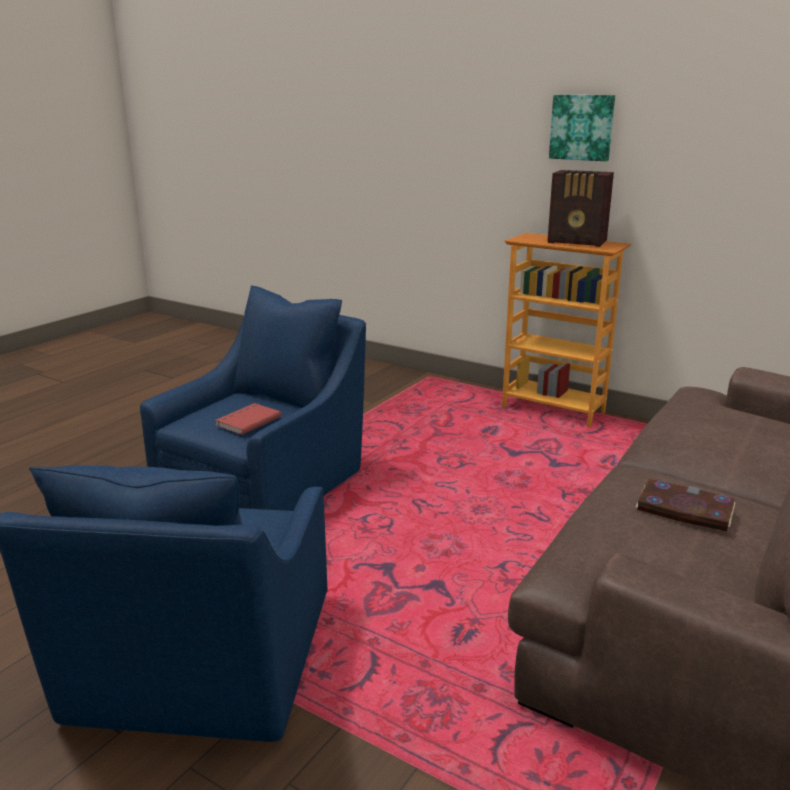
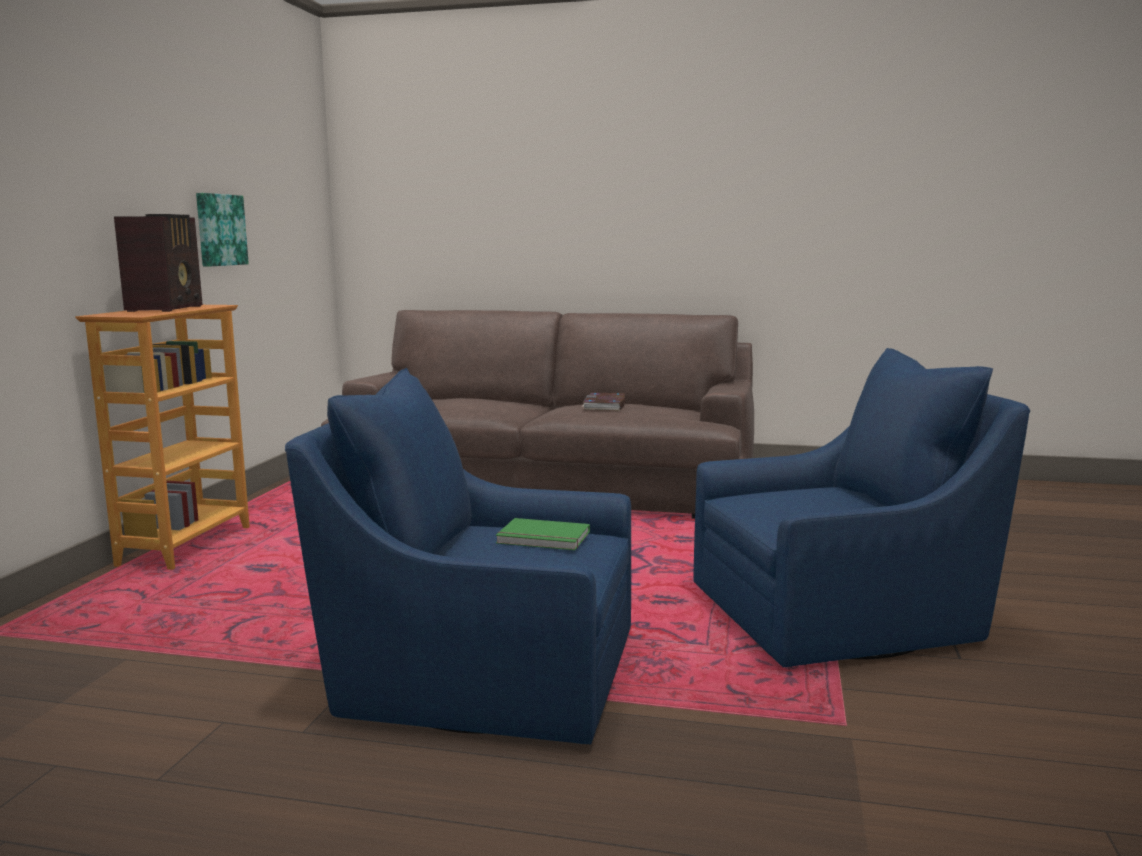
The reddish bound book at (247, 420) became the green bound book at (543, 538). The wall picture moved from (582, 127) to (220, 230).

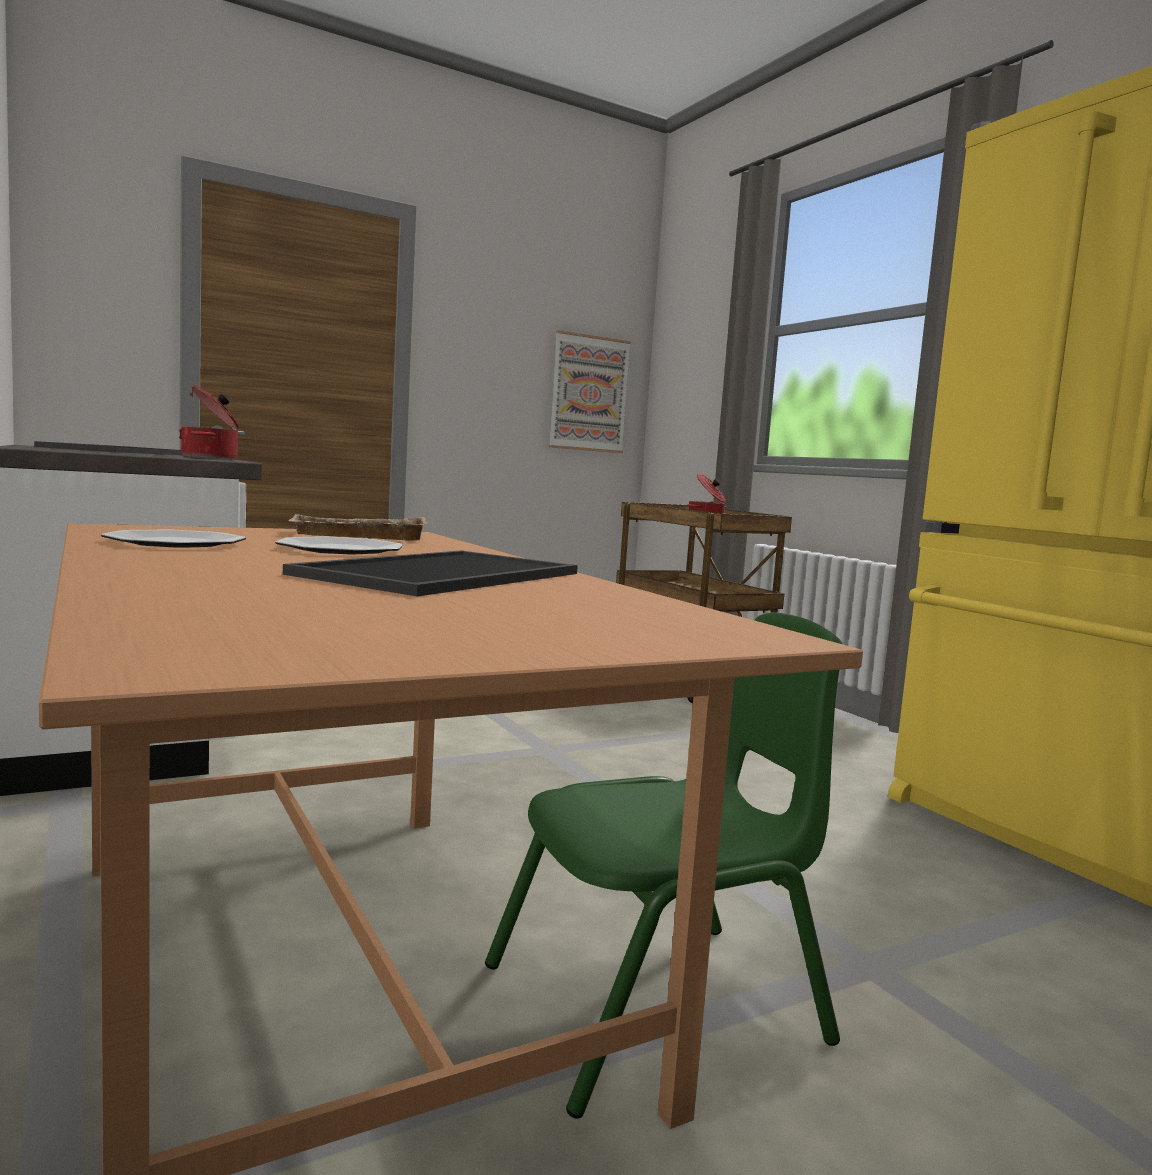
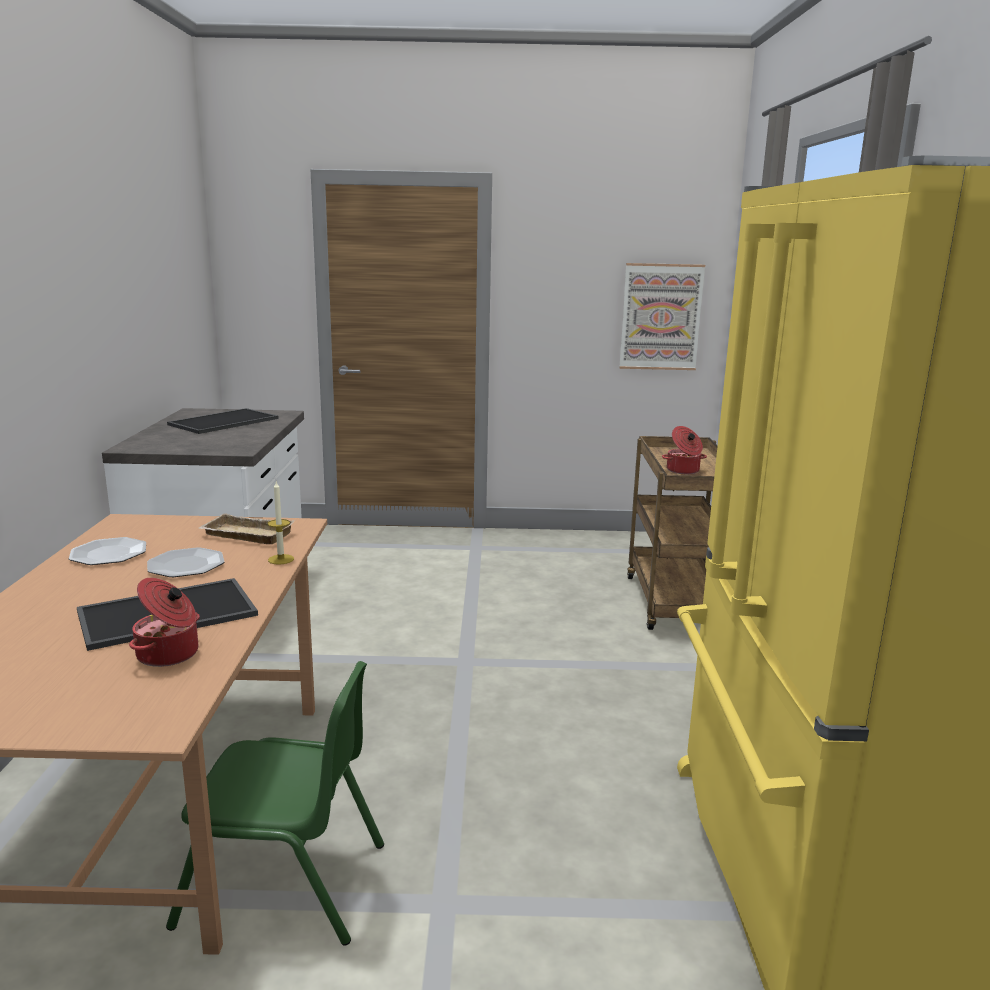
The cooking pot moved from (211, 458) to (169, 654). The candle at (281, 559) appeared.

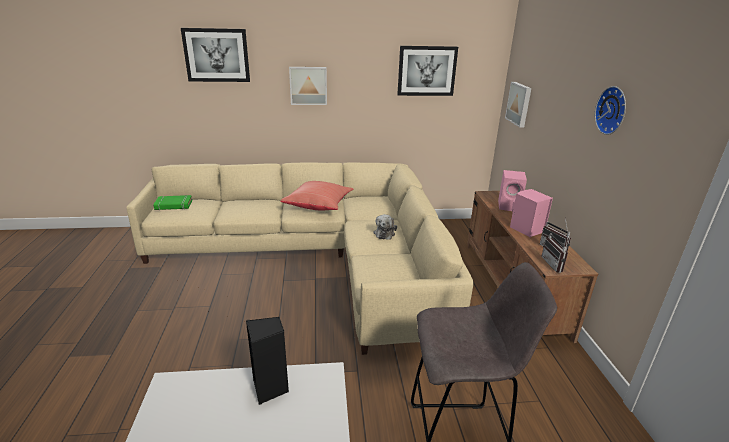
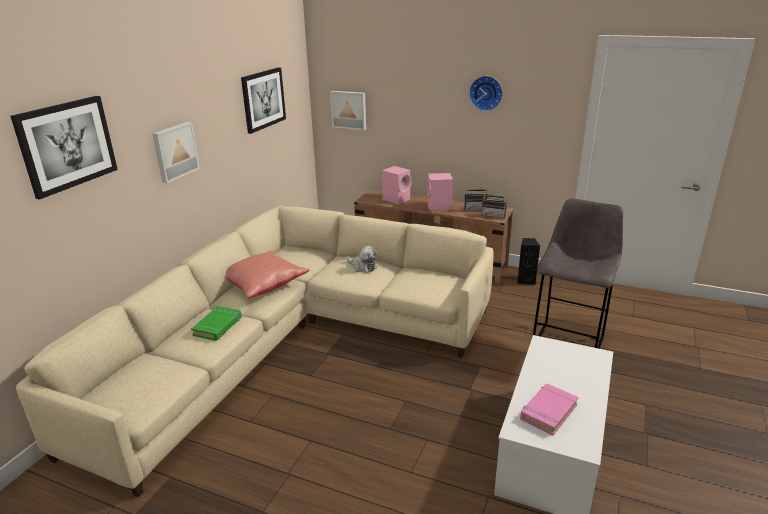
The green bound book moved from (173, 205) to (218, 326). The blackish loudspeaker moved from (271, 388) to (525, 280). The pink bound book at (548, 412) appeared.

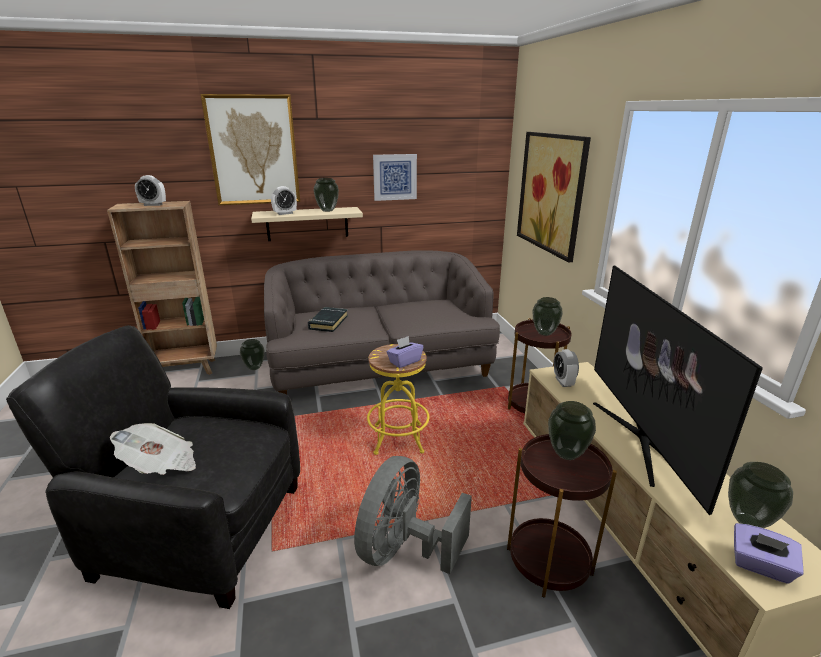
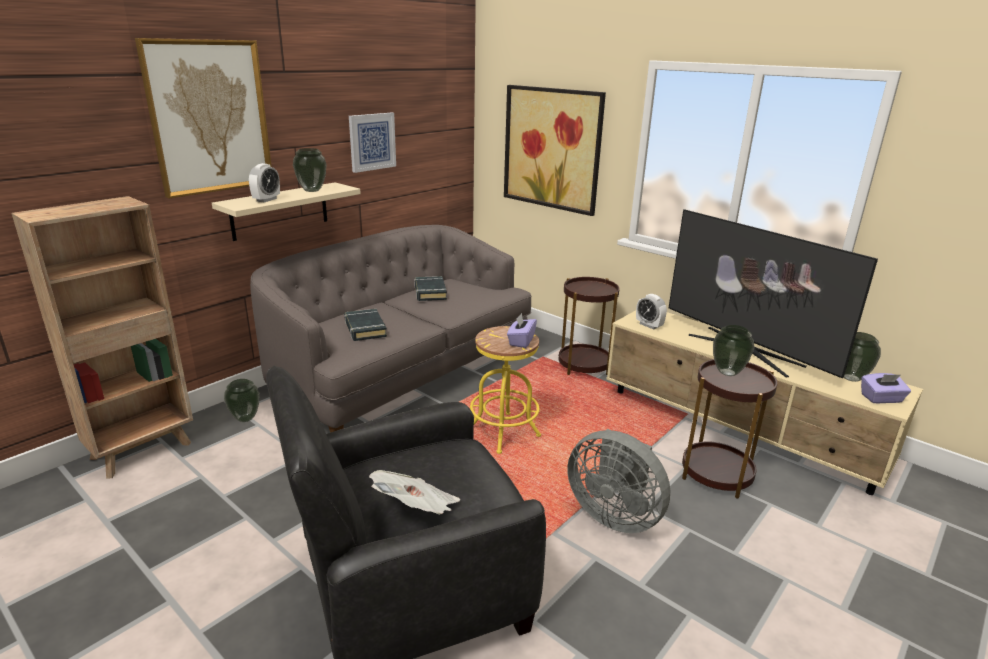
The table clock at (153, 205) disappeared. The greyish electric fan at (404, 549) turned 45 degrees counterclockwise. The decorative vase at (544, 333) disappeared. The blackish bound book at (430, 292) appeared.

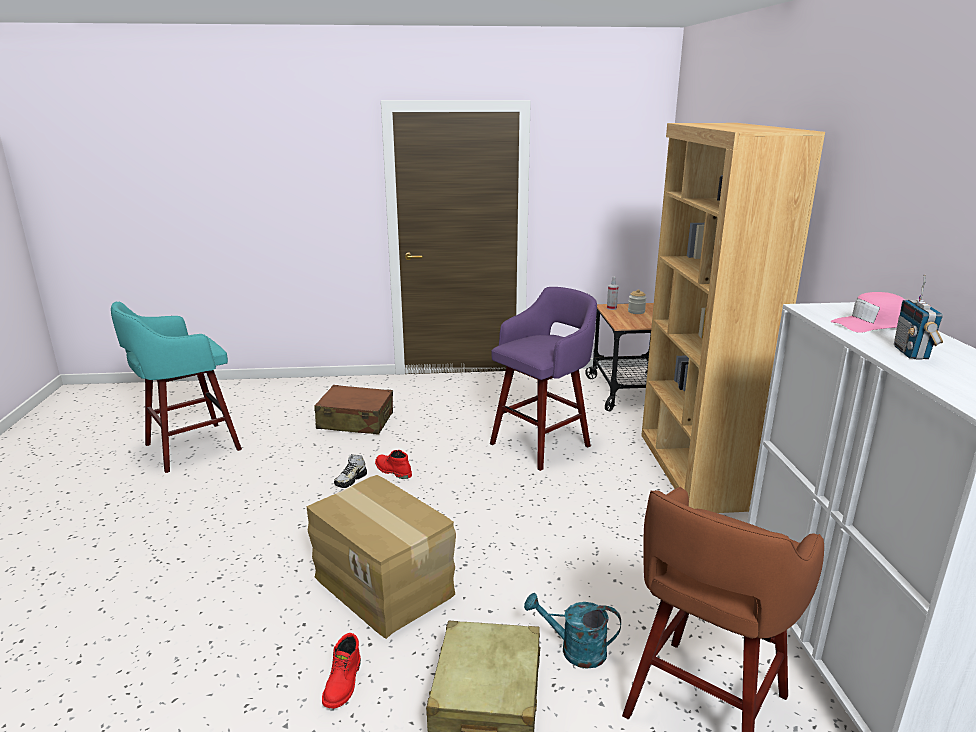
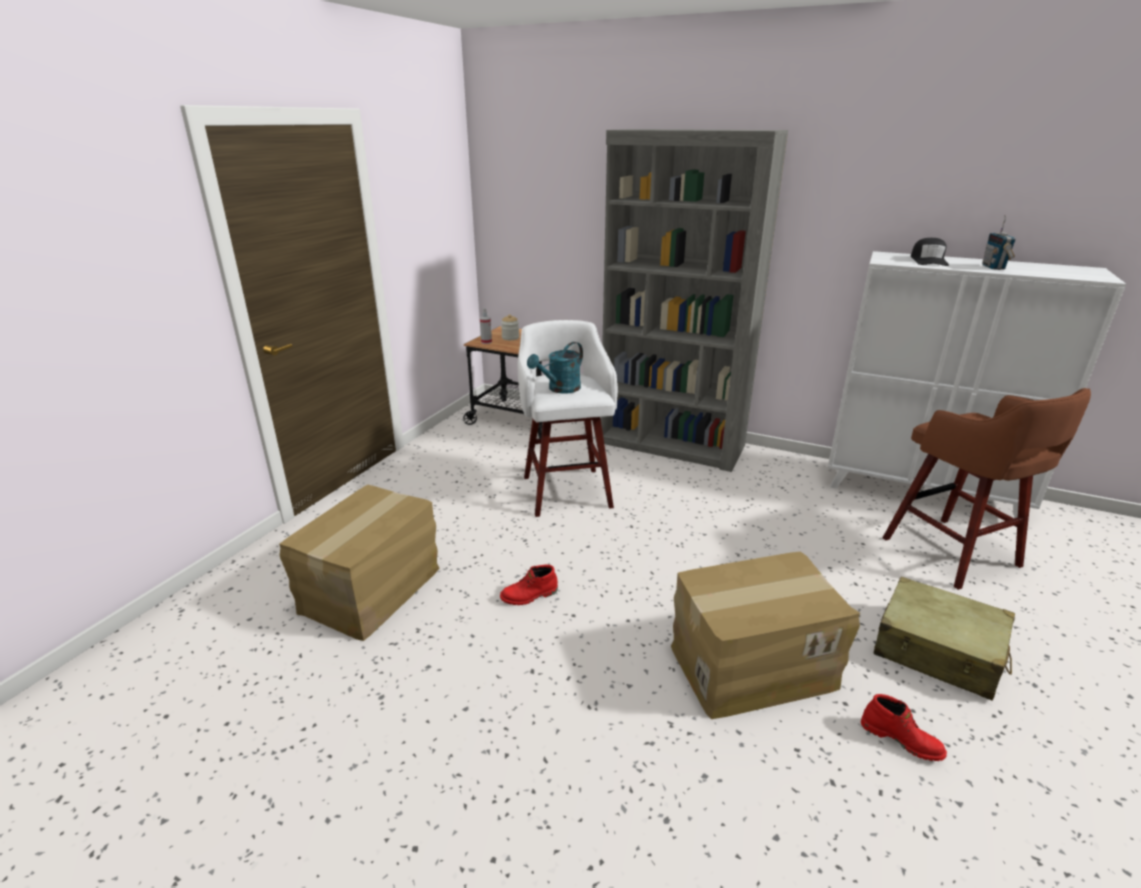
The blue-green stool at (189, 448) disappeared. The brown piece of luggage at (355, 421) was replaced by the cardboard box at (372, 590). The shoe at (351, 480) disappeared. The purplish stool at (542, 444) became the white-coloured stool at (566, 490). The blue-green sprinkling can moved from (575, 650) to (560, 389). The brown bookshelf at (693, 470) became the greyish bookshelf at (672, 445). The pink peaked cap at (871, 324) became the blackish peaked cap at (928, 261). The radio set at (911, 353) turned 60 degrees clockwise.

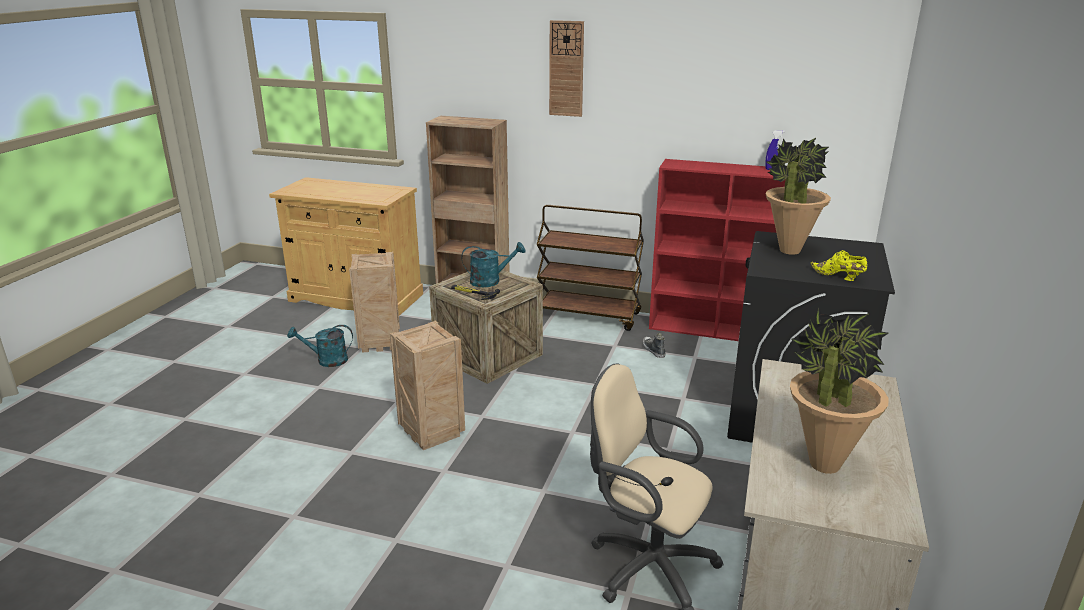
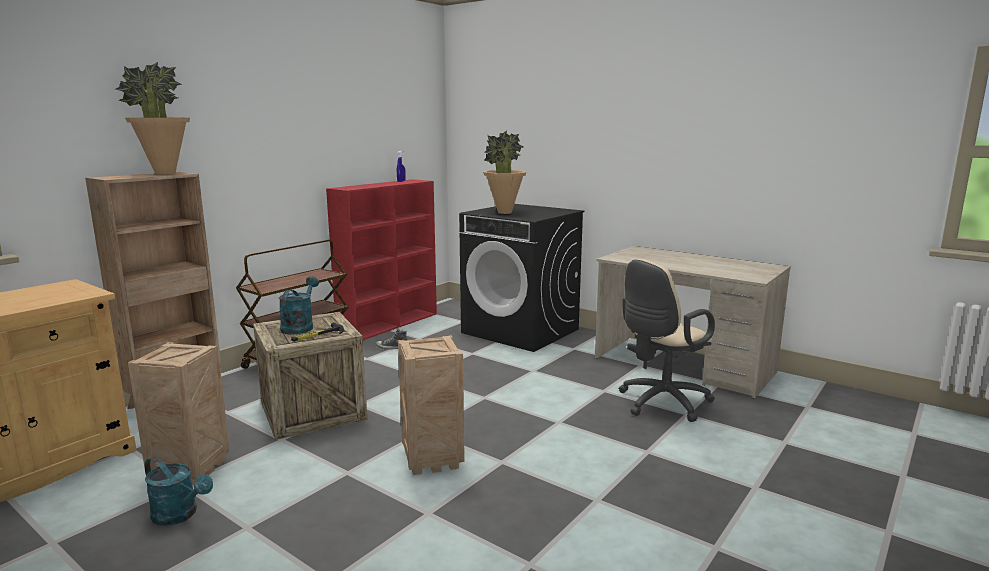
The blue-green sprinkling can at (326, 360) turned 75 degrees counterclockwise. The clock on the wall at (566, 69) disappeared. The plant in a pot moved from (824, 464) to (164, 173). The yellow-coloured shoe at (838, 276) disappeared.

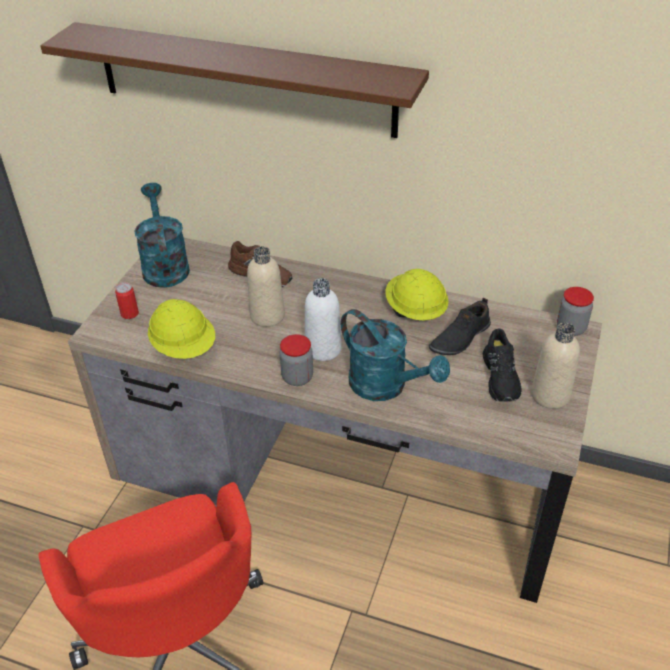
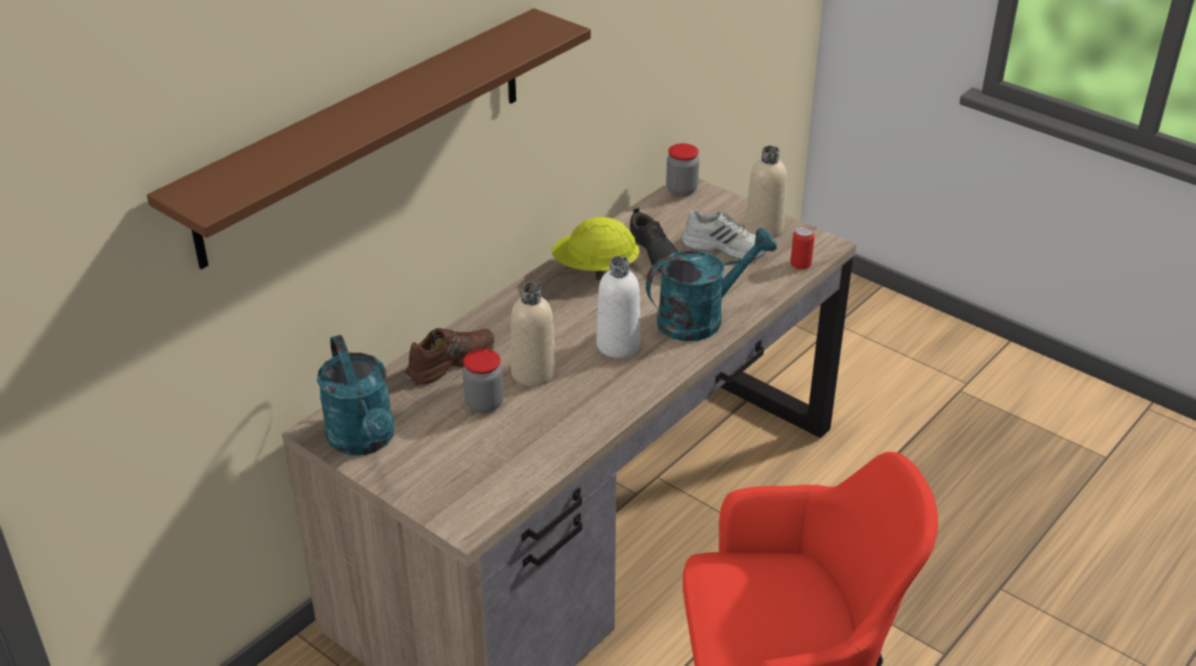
The can moved from (129, 314) to (800, 264). The blue-green sprinkling can at (164, 265) turned 120 degrees counterclockwise. The yellow-coloured hard hat at (184, 348) disappeared. The storage jar moved from (297, 377) to (484, 403). The blackish shoe at (501, 377) became the white-coloured shoe at (725, 247).

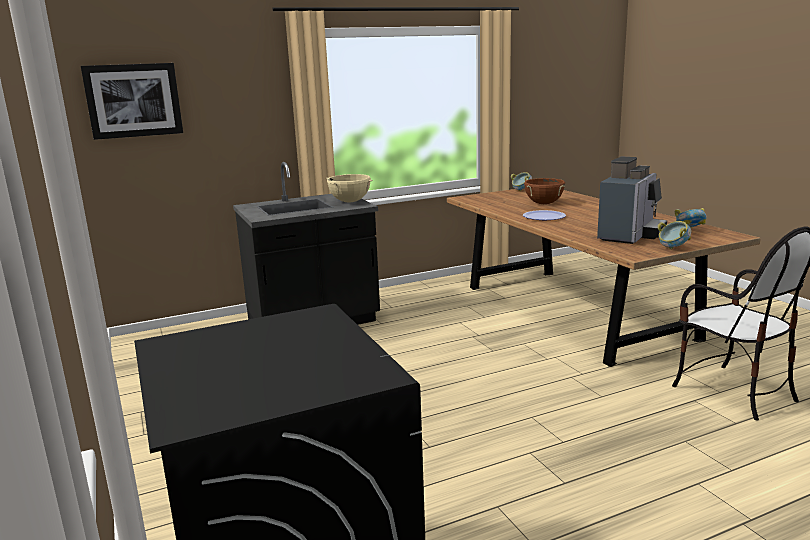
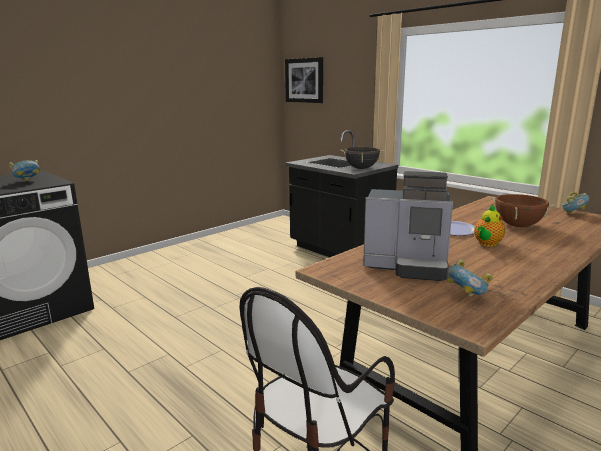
The beige-coloured cooking pot at (350, 202) became the blackish cooking pot at (361, 168). The bowl moved from (673, 248) to (28, 181). The tea pot at (487, 244) appeared.

